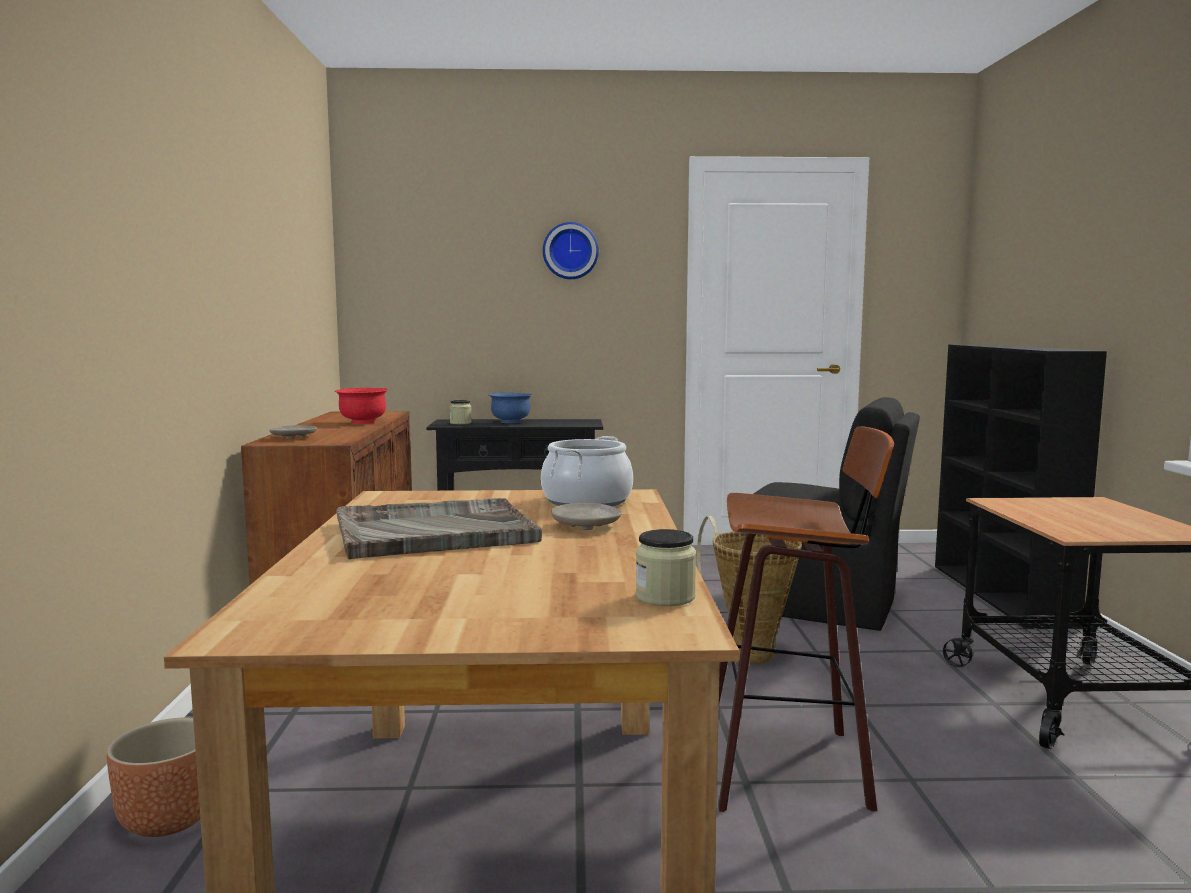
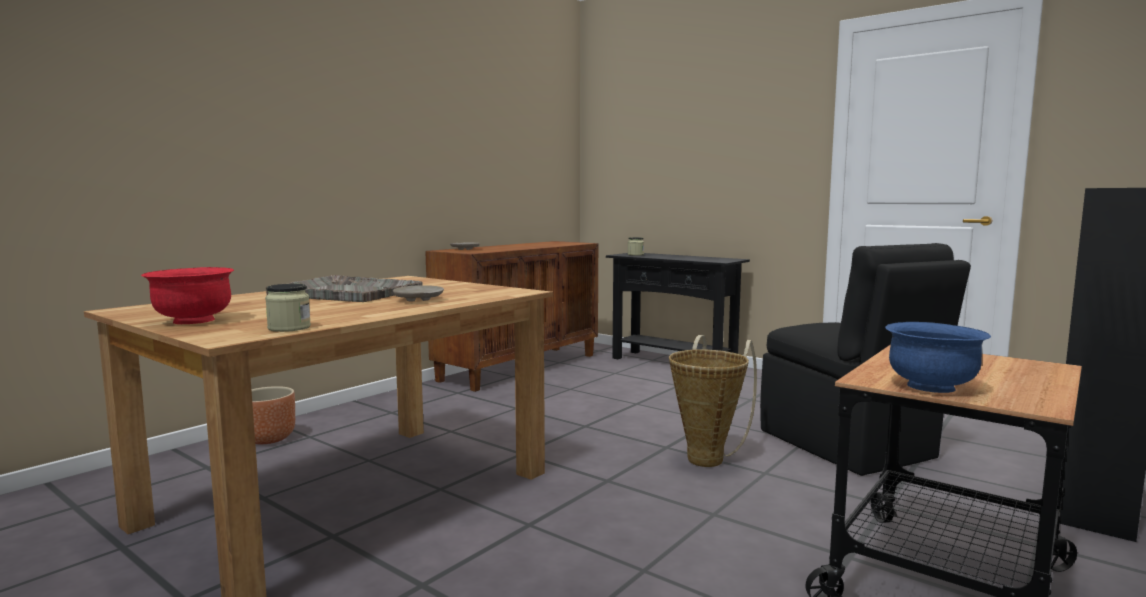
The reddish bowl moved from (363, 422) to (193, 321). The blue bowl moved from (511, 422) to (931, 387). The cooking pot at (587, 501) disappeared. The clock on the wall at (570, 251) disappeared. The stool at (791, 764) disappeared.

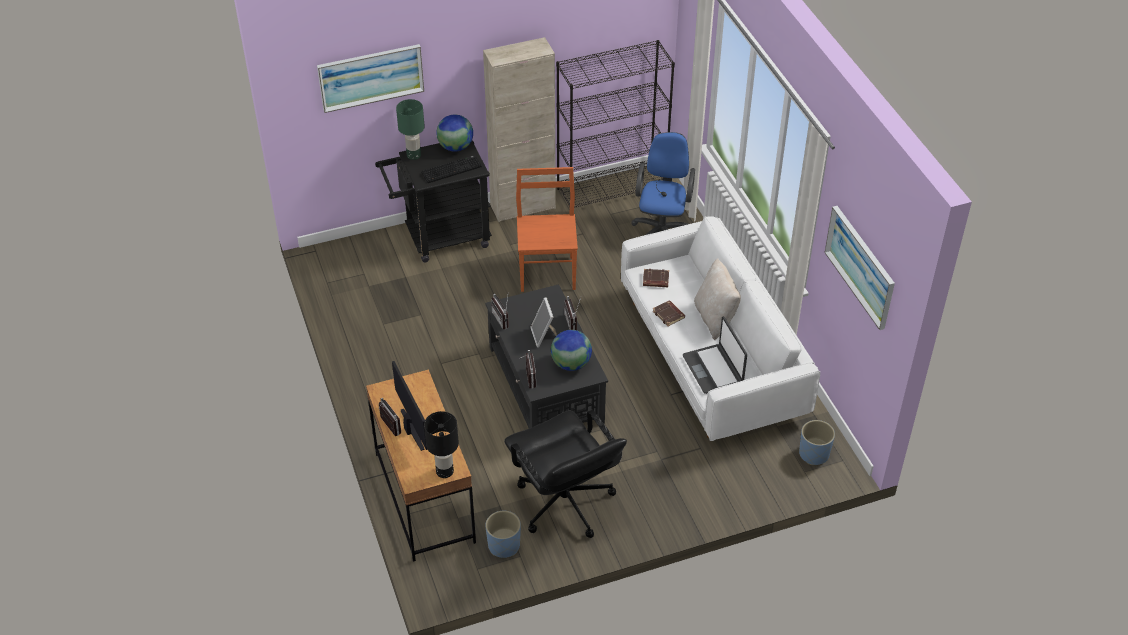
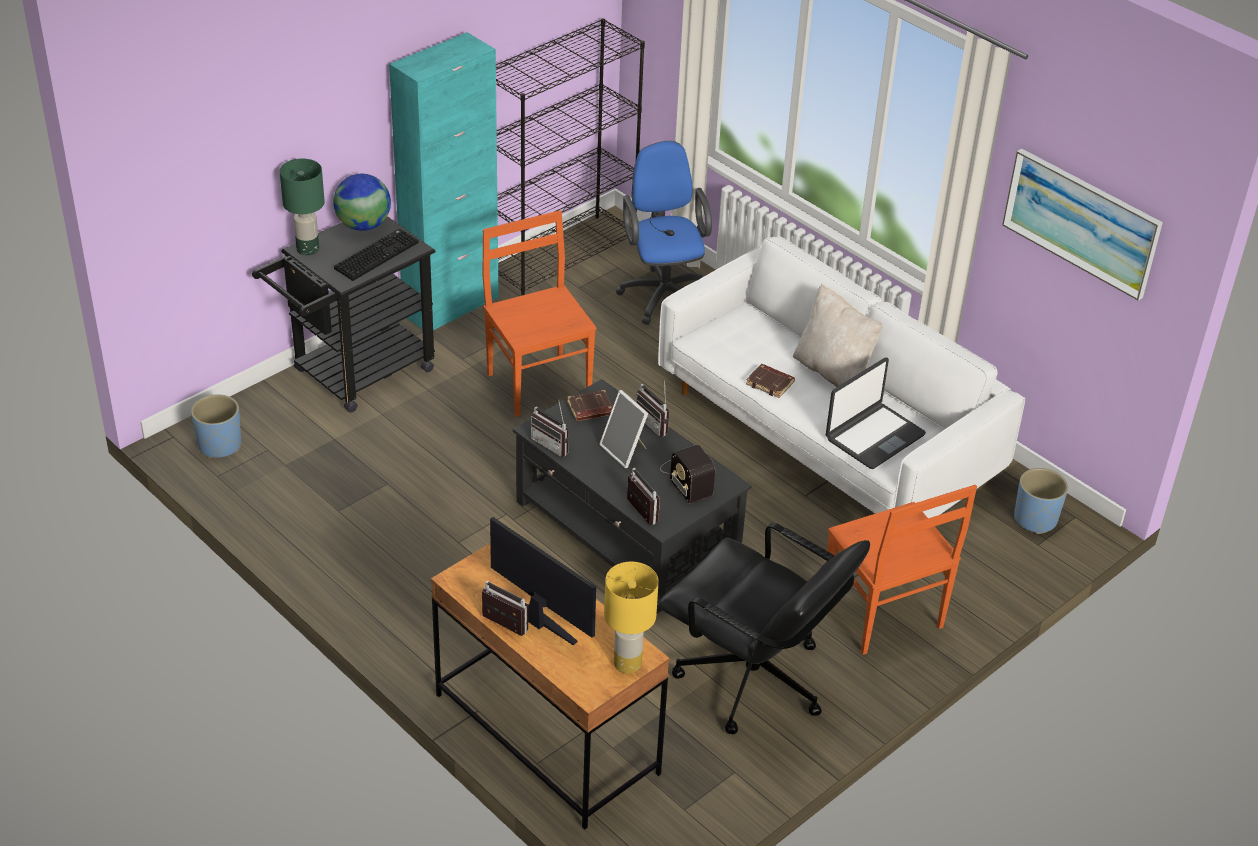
The wall picture at (371, 77) disappeared. The blackish lamp for a table at (444, 471) became the yellow-coloured lamp for a table at (627, 663). The beige-coloured cupboard at (523, 207) became the blue-green cupboard at (451, 306). The blue flower pot moved from (504, 545) to (220, 445). The world globe at (571, 364) was replaced by the radio set at (686, 477). The brown bound book moved from (655, 280) to (590, 409). The notebook computer at (713, 369) turned 90 degrees counterclockwise. The orange-coloured plain chair at (883, 616) appeared.

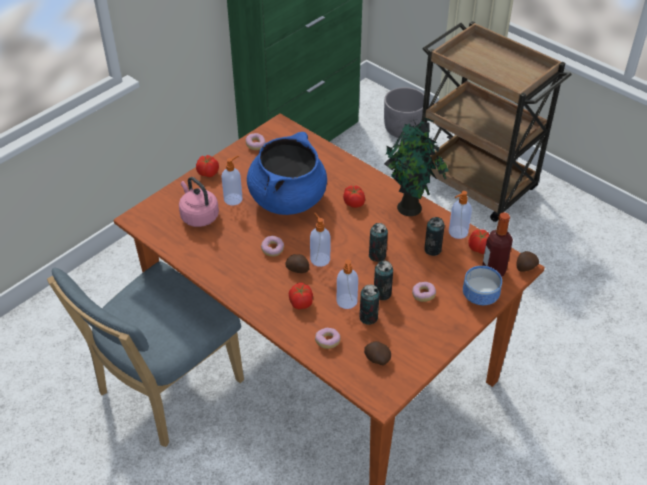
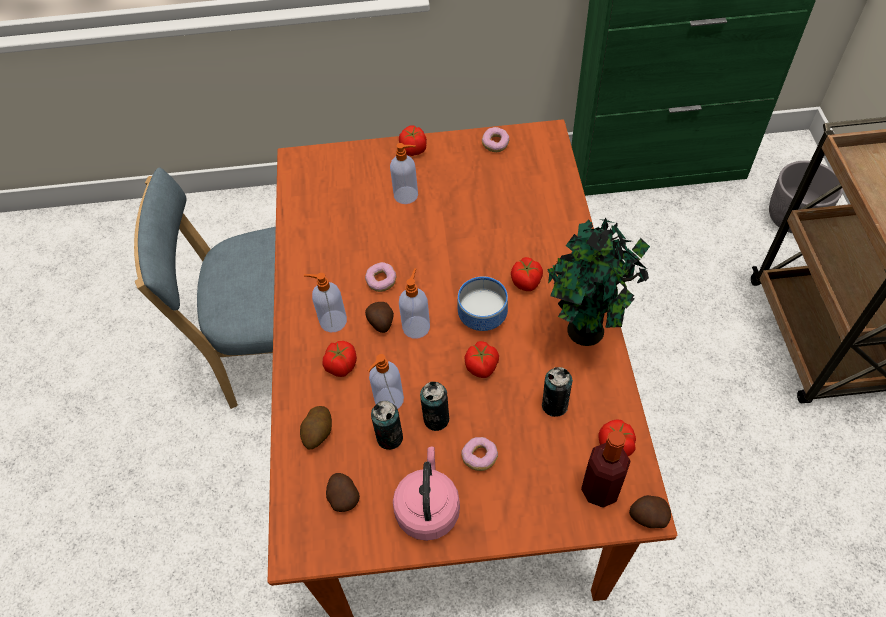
The pink kettle moved from (198, 216) to (428, 508). The blue cooking pot at (287, 199) disappeared. The doughnut at (327, 341) was replaced by the spud at (318, 433). The can at (377, 255) was replaced by the fresh tomato at (482, 366). The liquid soap bottle moved from (457, 232) to (332, 321). The bowl moved from (479, 297) to (480, 316).

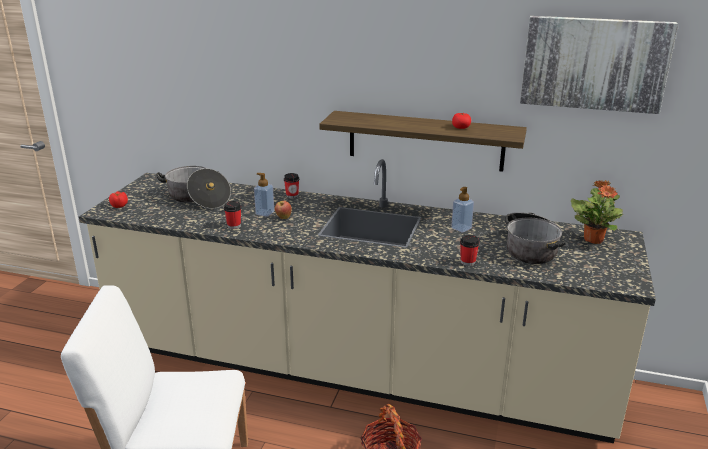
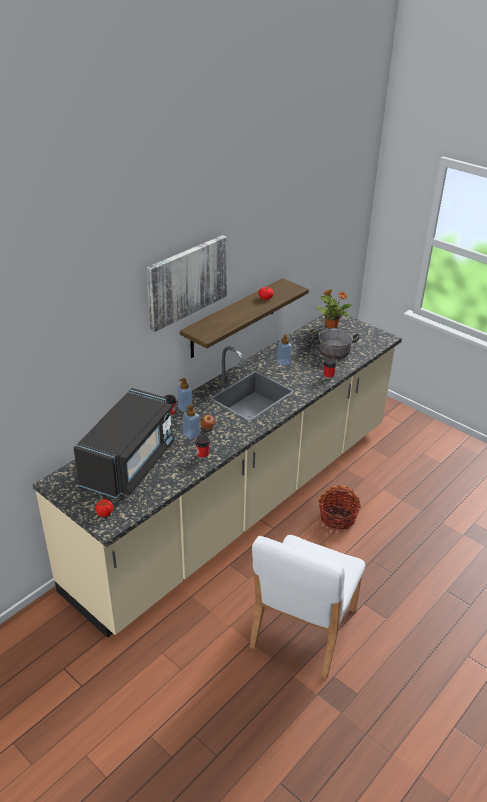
The cooking pot at (197, 198) was replaced by the blackish kitchen microwave at (129, 463). The wall picture moved from (594, 63) to (186, 281). The liquid soap bottle at (185, 407) appeared.

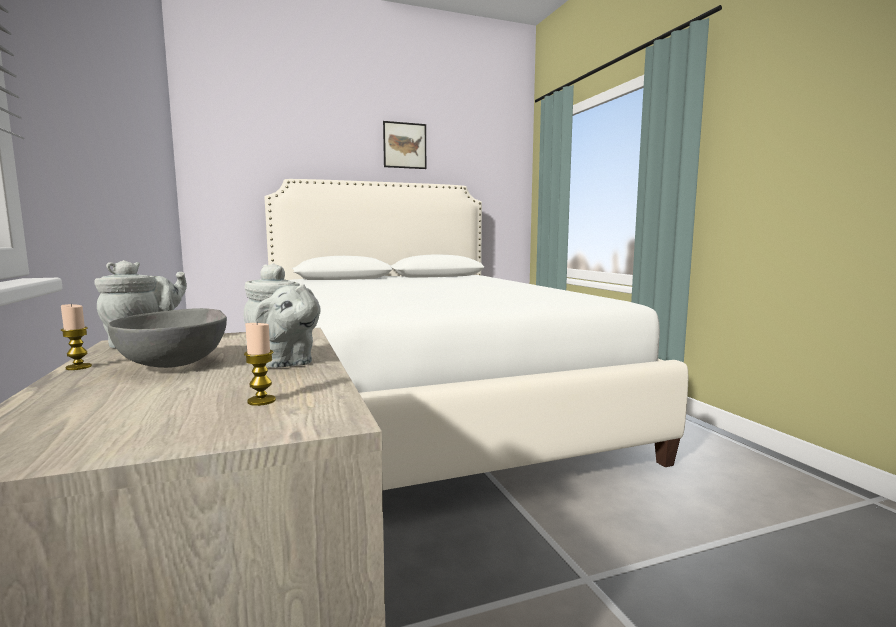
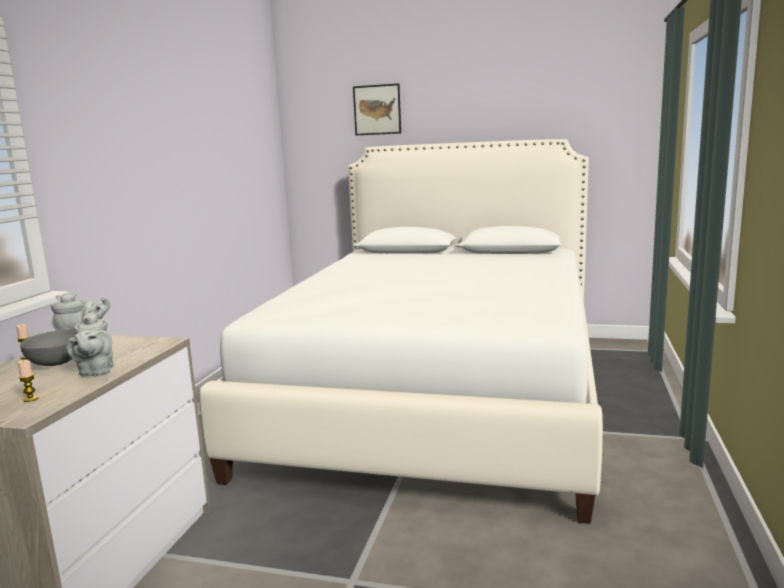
The wall picture moved from (404, 145) to (377, 110).

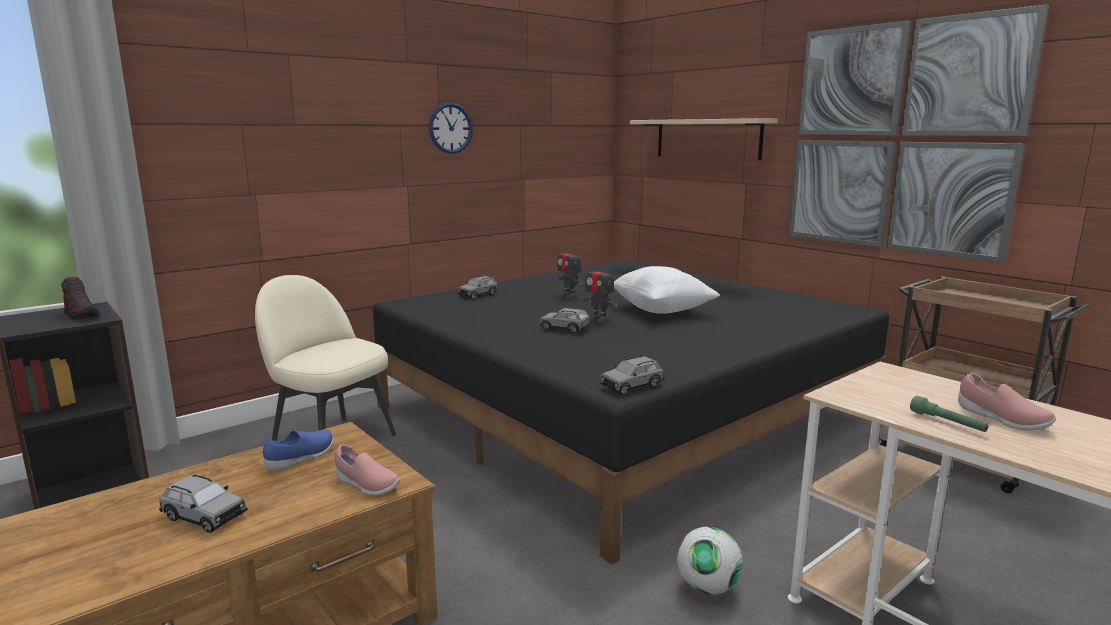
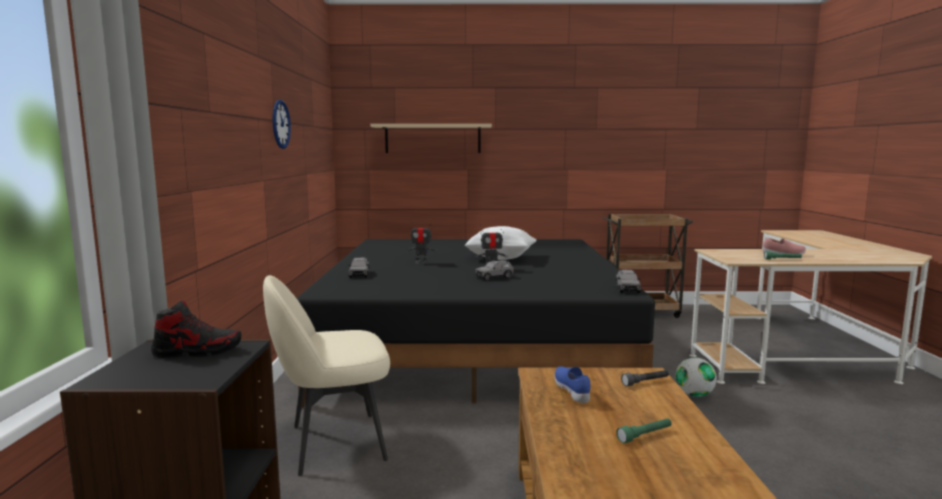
The greyish toy car at (204, 516) was replaced by the green flashlight at (645, 436). The pink shoe at (366, 485) was replaced by the greyish flashlight at (645, 382). The wall picture at (899, 138) disappeared.

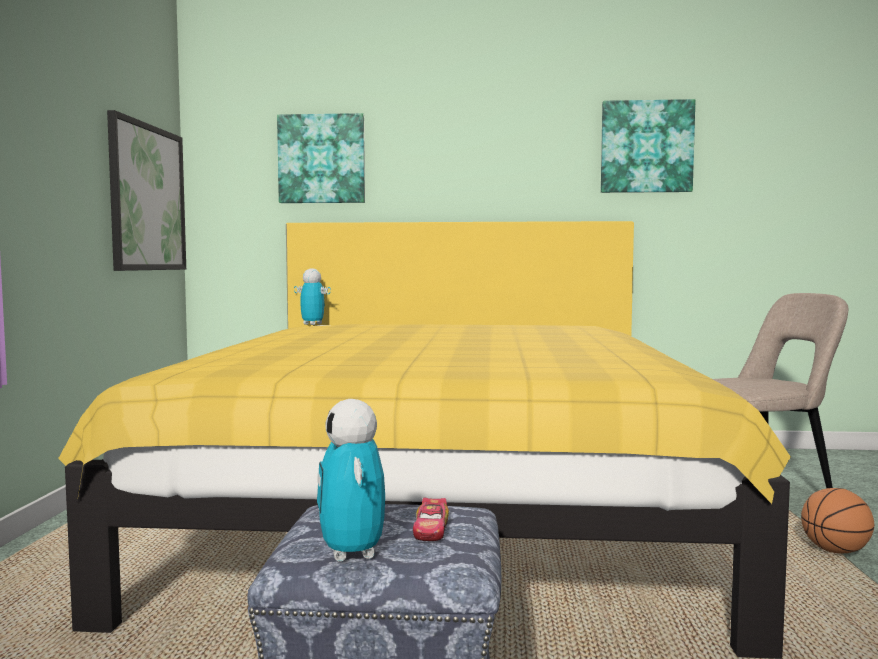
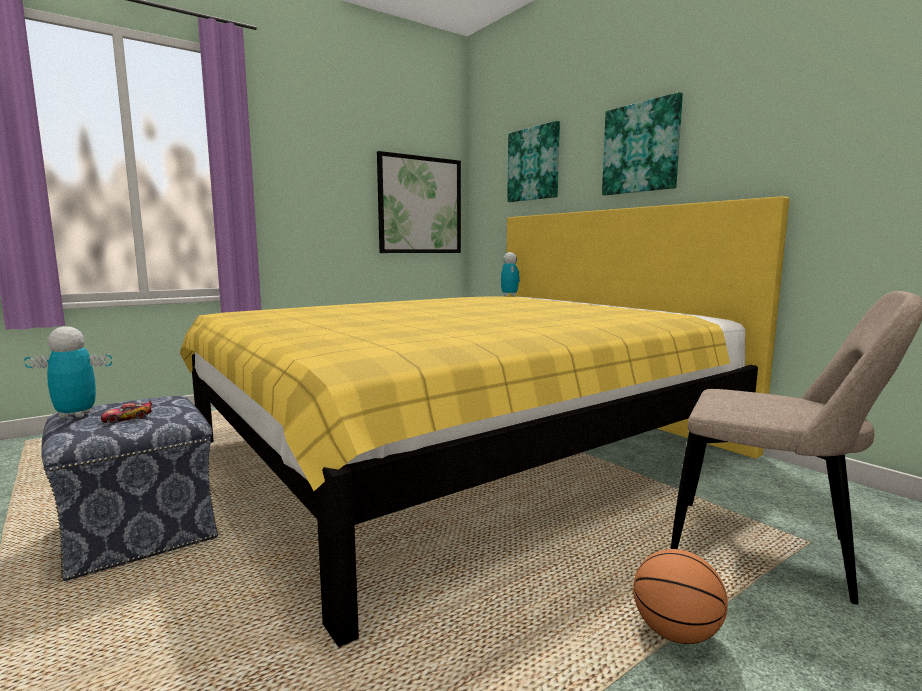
The toy robot at (352, 554) turned 45 degrees clockwise. The wall picture moved from (646, 147) to (641, 148).

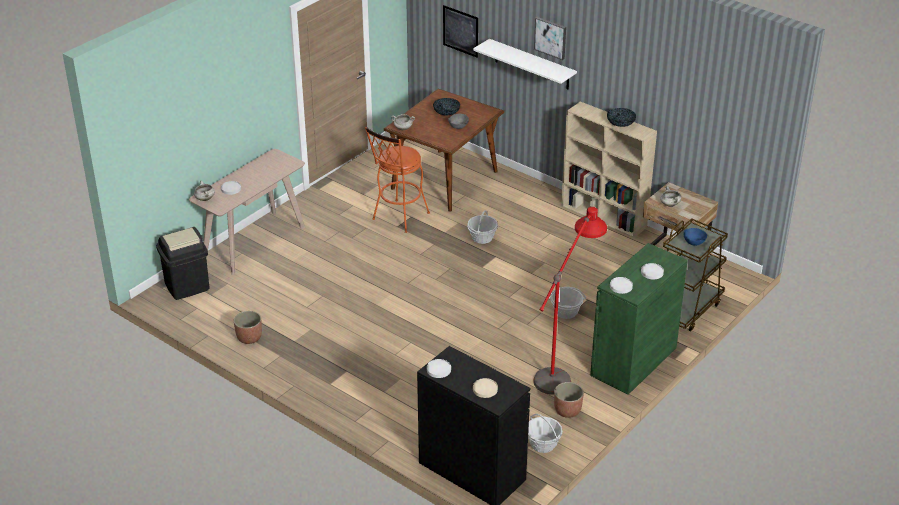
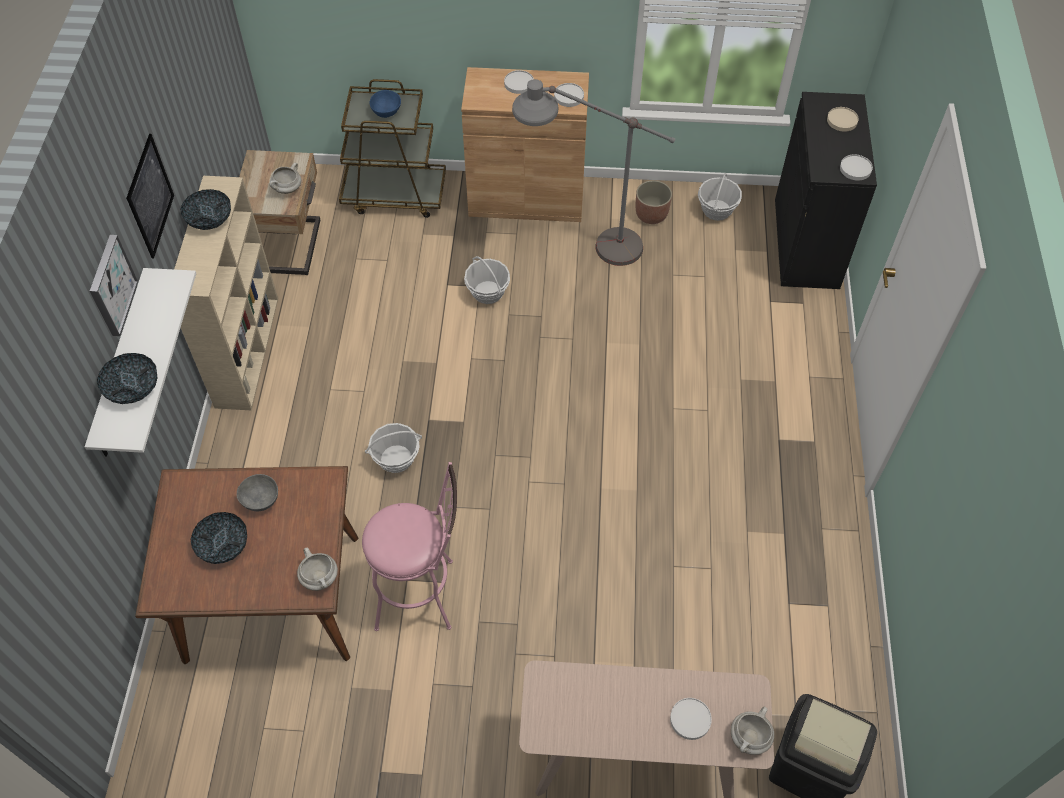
The flower pot at (249, 337) disappeared. The orange-coloured stool at (398, 218) became the pink stool at (423, 595). The wall picture moved from (460, 31) to (150, 196). The reddish floor lamp at (564, 366) became the greyish floor lamp at (585, 249). The green cupboard at (633, 361) became the brown cupboard at (526, 198). The bowl at (133, 388) appeared.

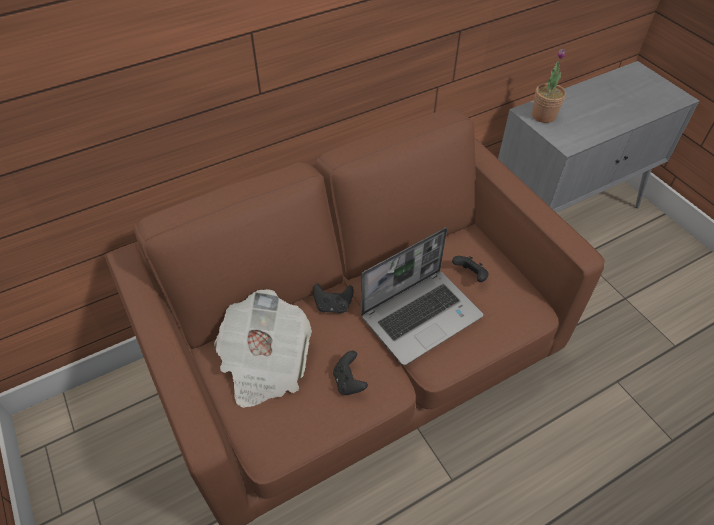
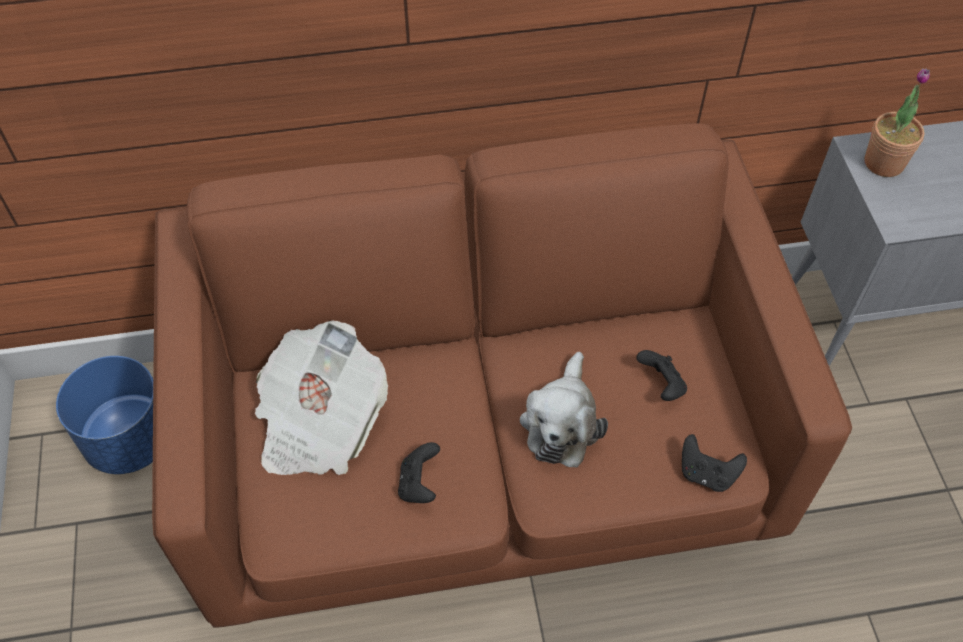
The blackish game controller moved from (333, 305) to (707, 474). The notebook computer at (421, 315) was replaced by the soft toy at (562, 422). The blue flower pot at (130, 439) appeared.

